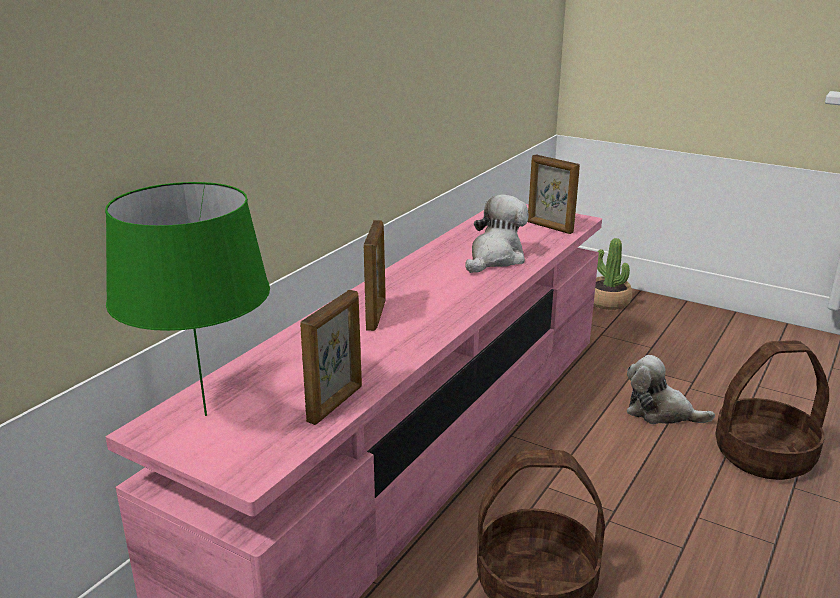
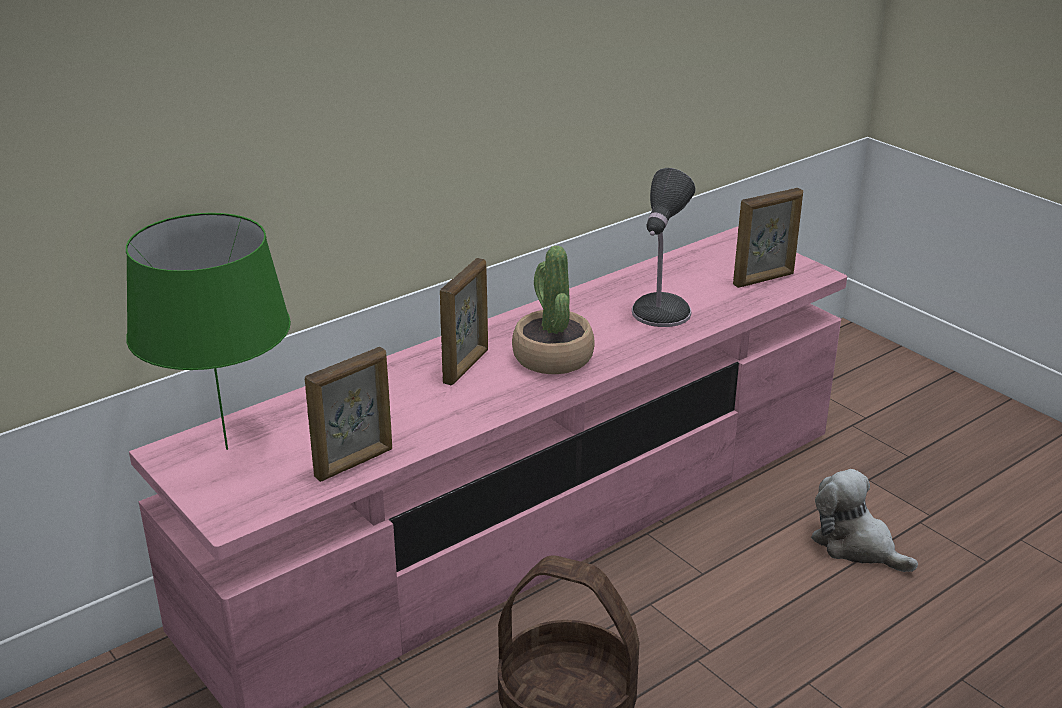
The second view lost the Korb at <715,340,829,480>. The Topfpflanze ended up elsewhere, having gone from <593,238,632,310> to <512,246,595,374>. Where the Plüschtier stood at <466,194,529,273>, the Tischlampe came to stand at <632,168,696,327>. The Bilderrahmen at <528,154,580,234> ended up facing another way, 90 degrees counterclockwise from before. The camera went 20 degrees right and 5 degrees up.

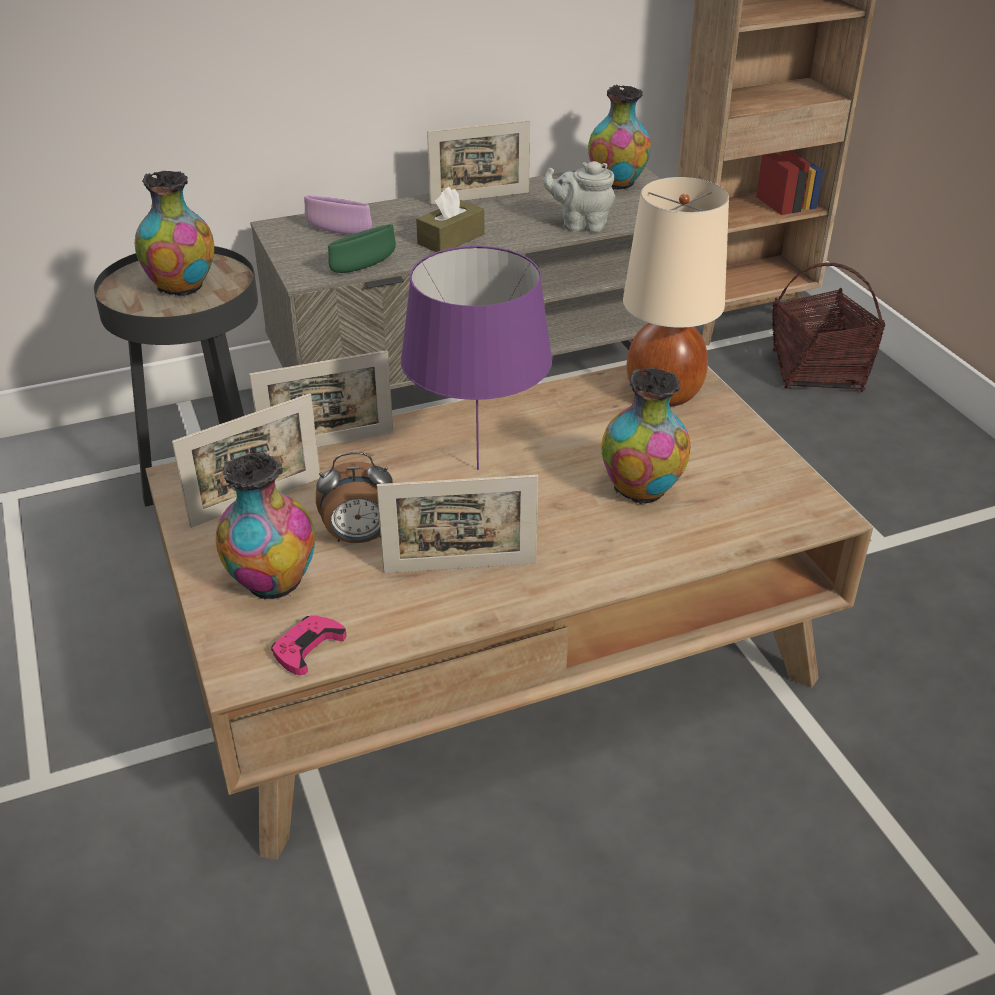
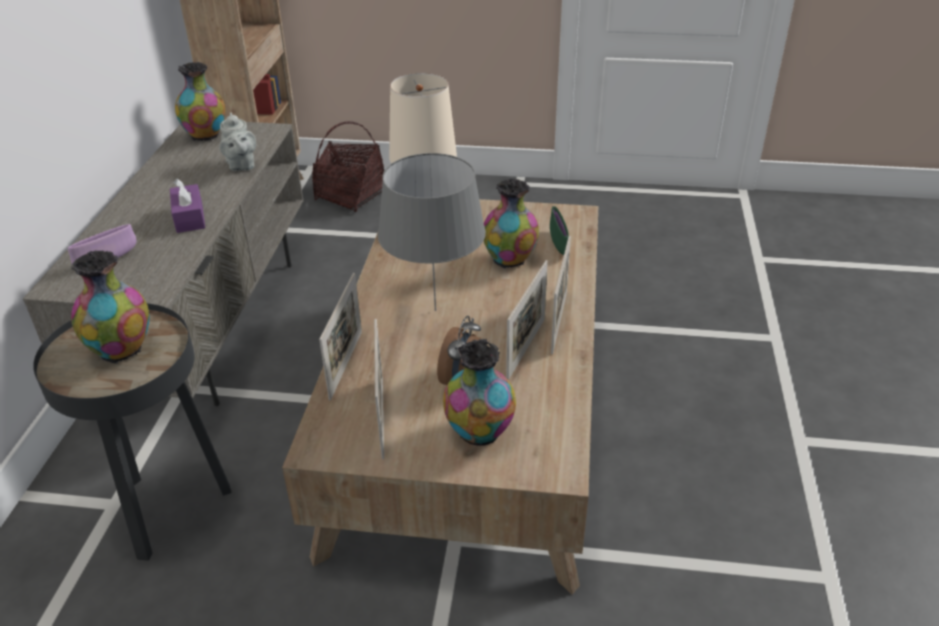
The second view lost the Gamepad (rosa) at <271,615,346,675>. The Schüssel (grün) ended up elsewhere, having gone from <328,224,396,273> to <550,206,569,255>. The Bilderrahmen ended up elsewhere, having gone from <427,120,530,205> to <551,236,571,354>. What was the Tischlampe (lila) at <401,246,553,470> turned into the Tischlampe (grau) at <378,153,486,311>. What was the Taschentuchbox (braun) at <416,187,484,252> turned into the Taschentuchbox (lila) at <170,179,205,233>. The Teekanne (grau) at <543,161,615,233> ended up facing another way, 60 degrees counterclockwise from before. The camera went 60 degrees left and 0 degrees up.

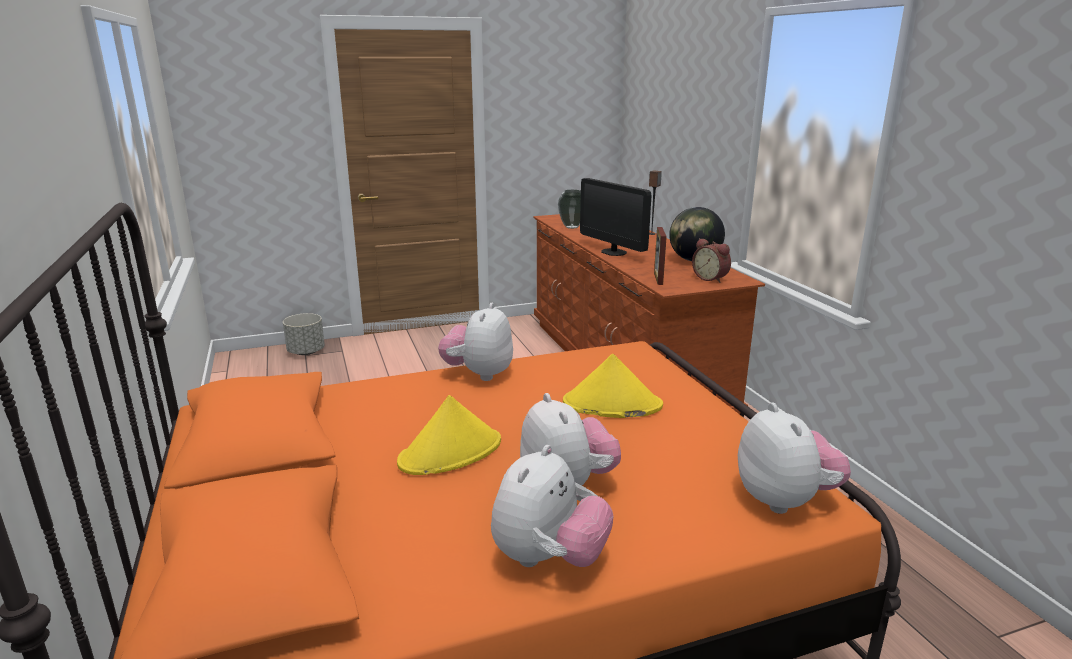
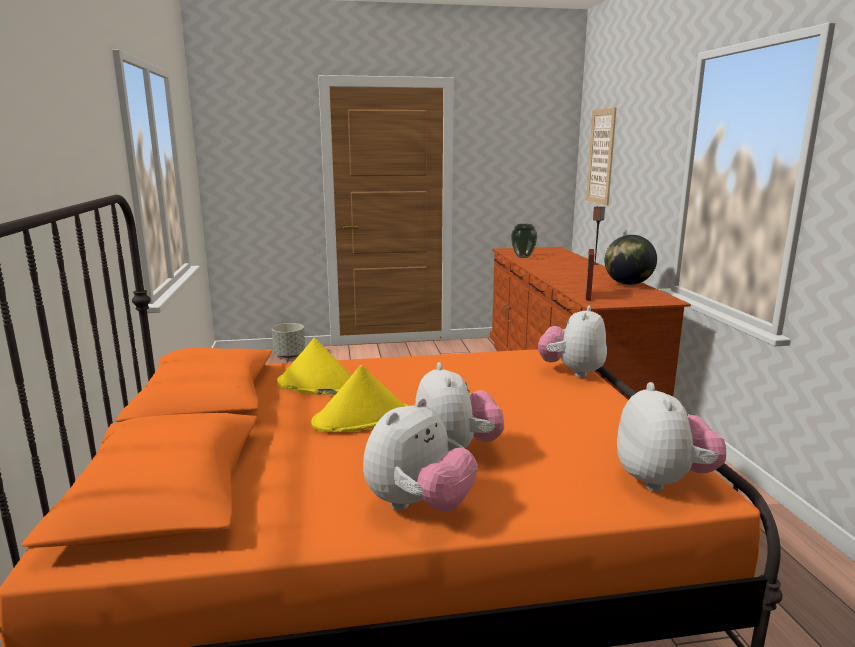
The second view lost the Monitor at <580,178,652,256>. The second view lost the Wecker at <692,238,731,283>. The second view gained the Bild at <586,107,617,205>. The Plüschtier ended up elsewhere, having gone from <438,303,513,381> to <538,306,607,378>. The Hut (gelb) ended up elsewhere, having gone from <563,354,663,418> to <277,338,352,395>. The camera went 10 degrees right and 5 degrees down.

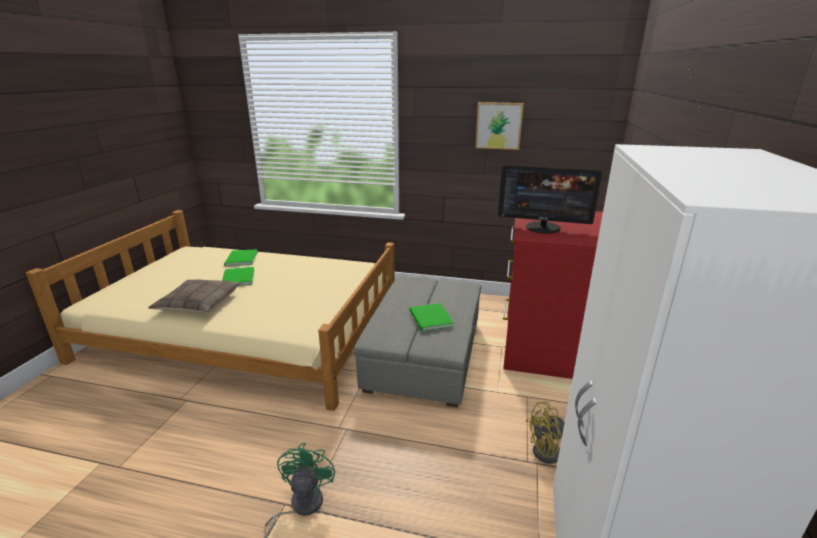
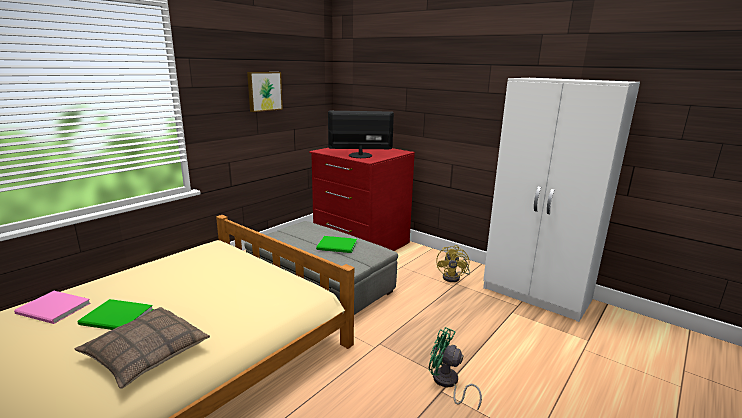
What was the Buch (grün) at <224,249,258,266> turned into the Buch (rosa) at <14,291,91,324>. The Monitor at <498,165,602,234> ended up facing another way, 135 degrees counterclockwise from before. The camera went 65 degrees left and 5 degrees down.

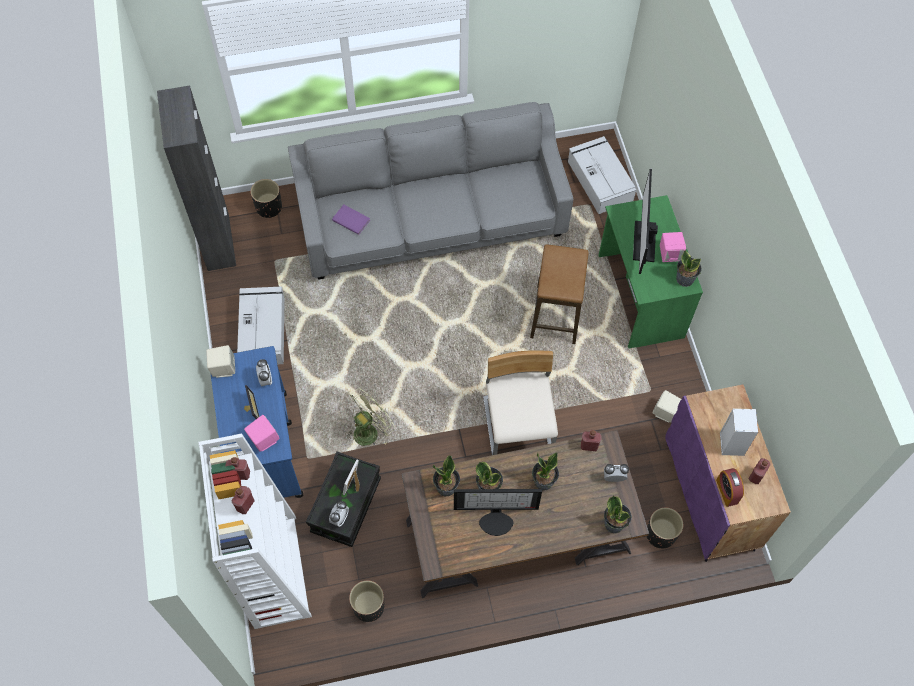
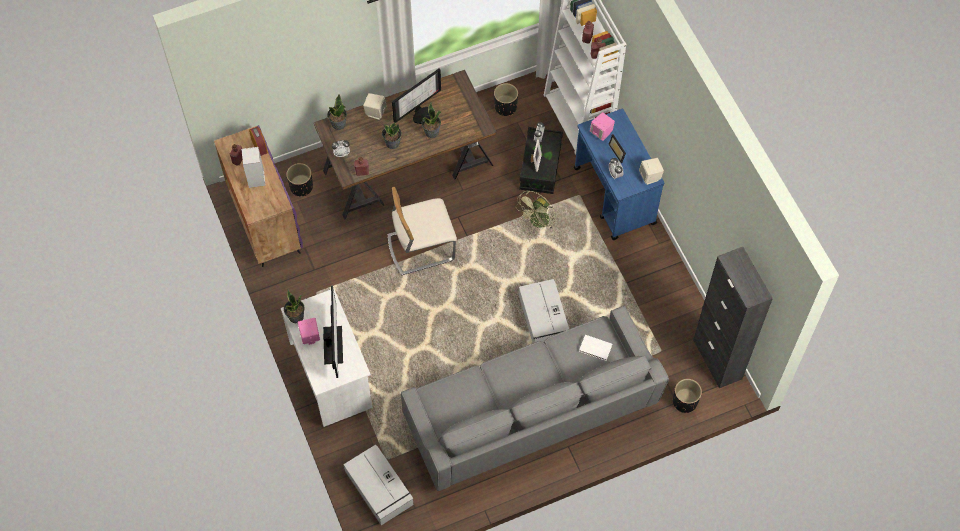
The second view lost the Topfpflanze at <433,455,460,496>. The second view lost the Hocker at <530,244,589,344>. The Aufbewahrungsbox (grau) ended up elsewhere, having gone from <237,287,285,364> to <518,279,569,343>. The Lautsprecher (beige) ended up elsewhere, having gone from <653,390,681,422> to <363,93,387,120>. What was the Buch (lila) at <332,204,370,235> turned into the Buch (weiß) at <579,335,612,361>. What was the Schreibtisch (grün) at <598,195,703,348> turned into the Schreibtisch (weiß) at <281,289,373,427>. The Monitor at <454,489,542,536> ended up facing another way, 150 degrees clockwise from before. The Stuhl (beige) at <483,350,558,455> ended up facing another way, 90 degrees clockwise from before. The camera went 170 degrees right and 0 degrees up.

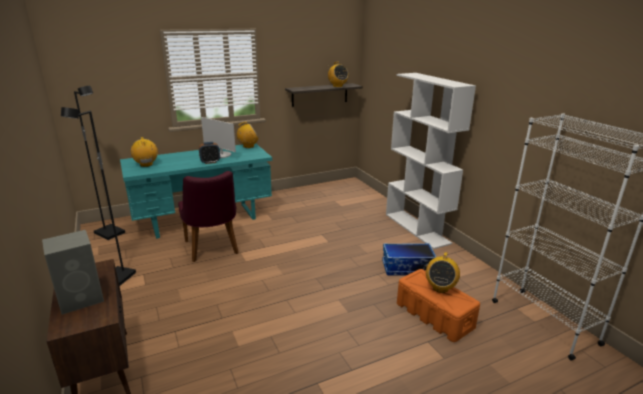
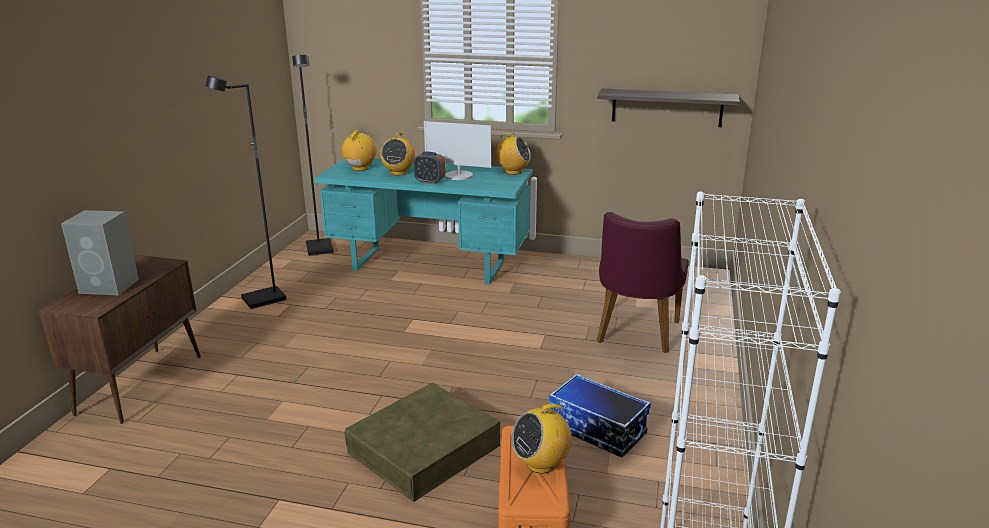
The second view lost the Bücherregal (weiß) at <386,73,476,249>. The second view gained the Aufbewahrungsbox (braun) at <344,383,500,502>. The Stuhl (lila) ended up elsewhere, having gone from <178,171,239,262> to <597,212,689,353>. The Radio ended up elsewhere, having gone from <328,62,349,87> to <380,133,415,176>. The Monitor at <201,117,236,158> ended up facing another way, 60 degrees counterclockwise from before. The camera went 40 degrees right and 0 degrees up.

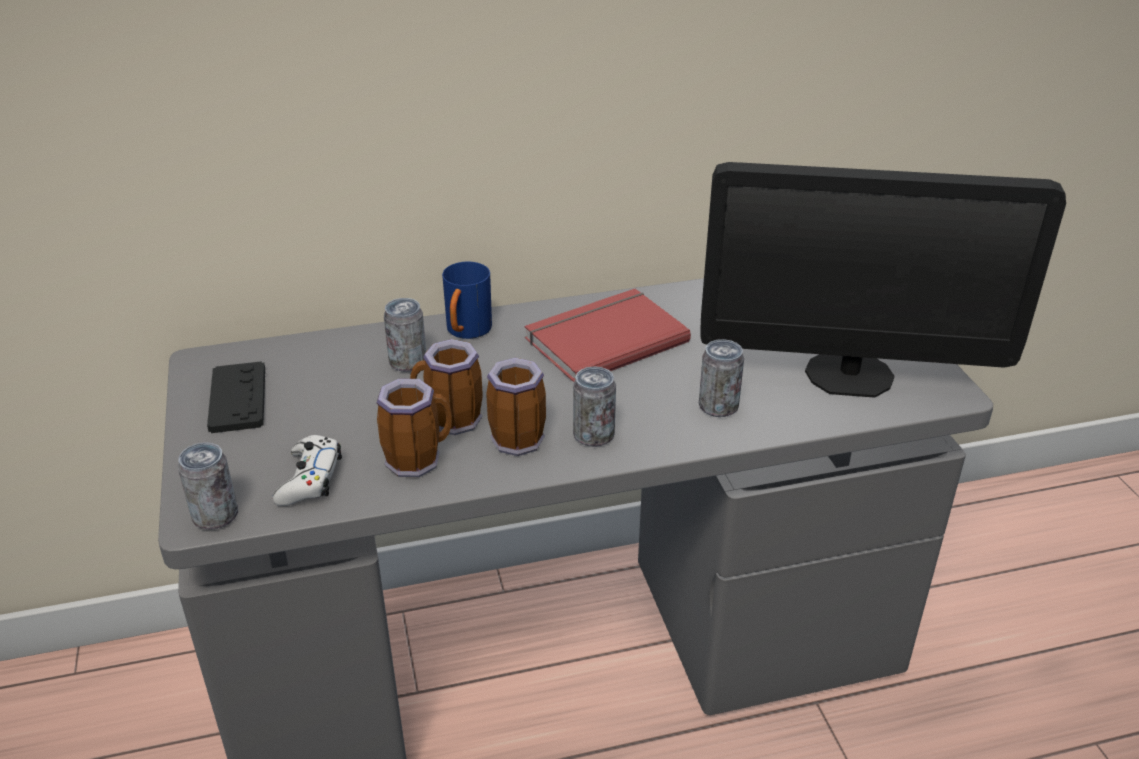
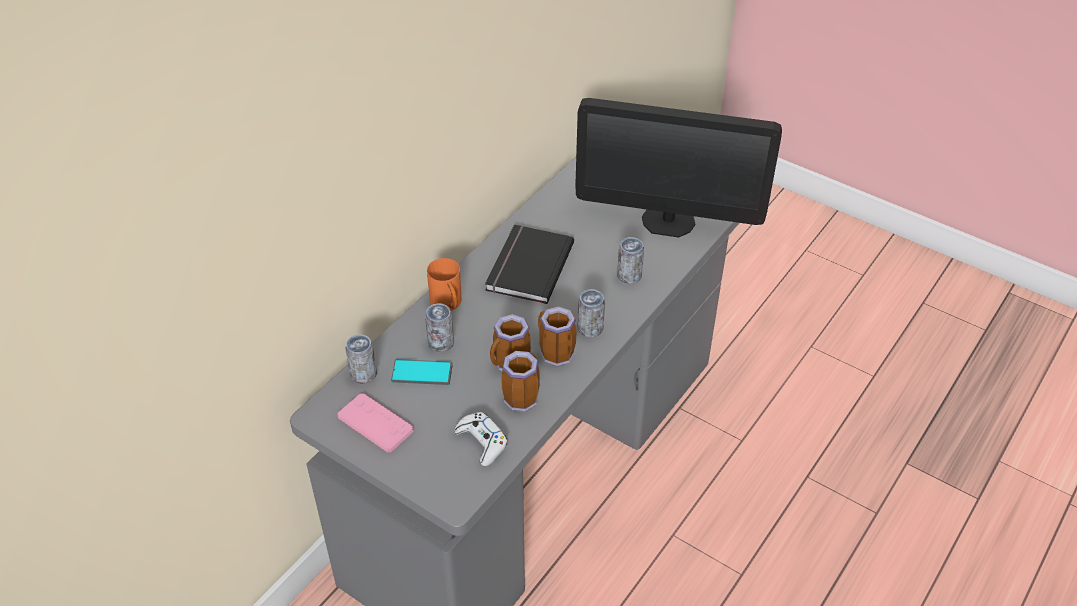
The second view gained the Handy at <391,359,453,385>. The Dose ended up elsewhere, having gone from <178,442,238,530> to <345,334,377,384>. What was the Gamepad (schwarz) at <207,361,265,433> turned into the Gamepad (rosa) at <338,393,413,452>. What was the Henkelbecher (blau) at <442,261,492,339> turned into the Henkelbecher (orange) at <427,258,461,311>. What was the Buch (rot) at <524,289,691,382> turned into the Buch (schwarz) at <485,225,574,304>. The Monitor at <700,162,1066,398> ended up facing another way, 45 degrees clockwise from before. The camera went 40 degrees left and 10 degrees up.

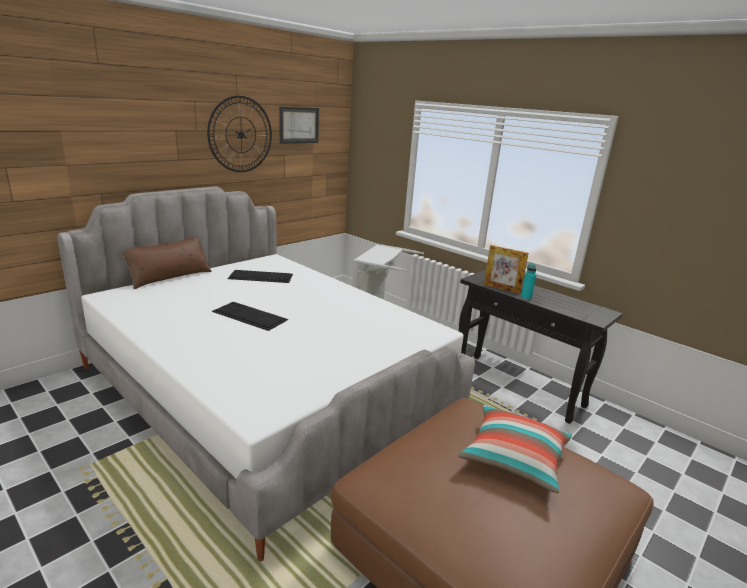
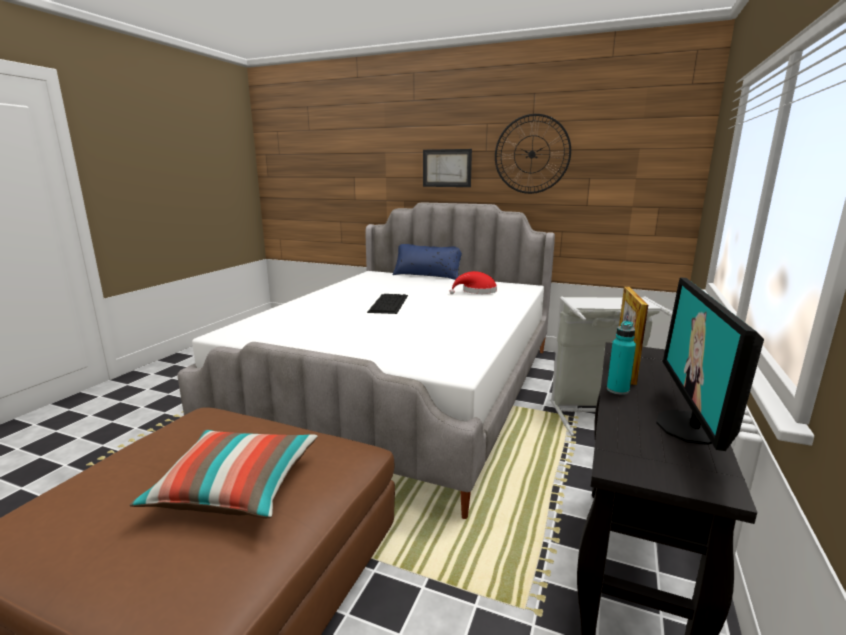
The second view gained the Monitor at <656,277,764,451>. The Bild ended up elsewhere, having gone from <279,106,319,144> to <423,149,472,187>. Where the Tastatur stood at <228,270,293,283>, the Hut (rot) came to stand at <449,271,497,294>. What was the Kissen (braun) at <123,237,212,289> turned into the Kissen (blau) at <393,244,462,280>. The camera went 70 degrees right and 5 degrees down.

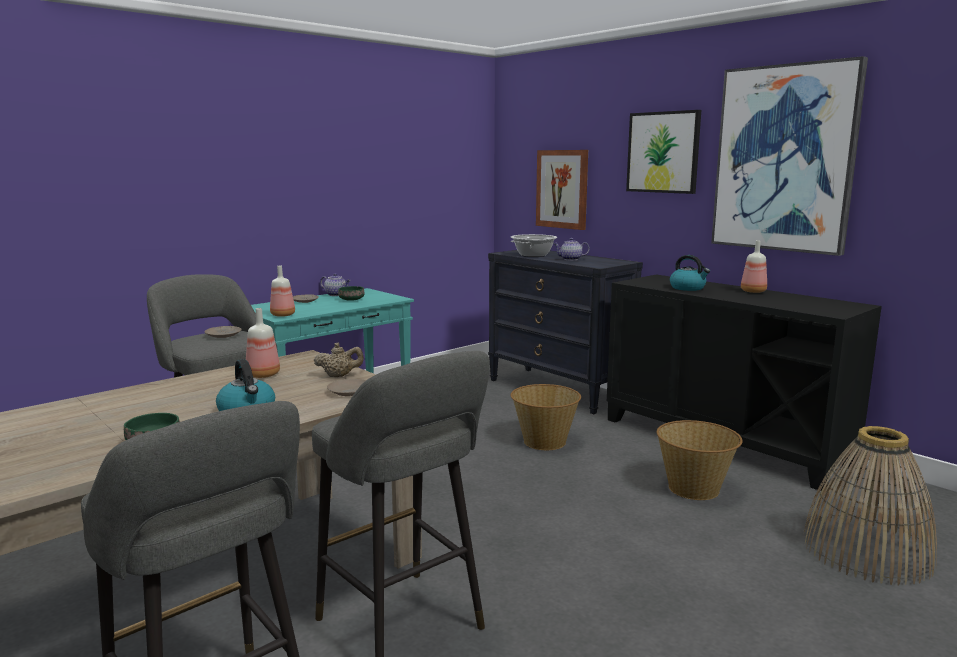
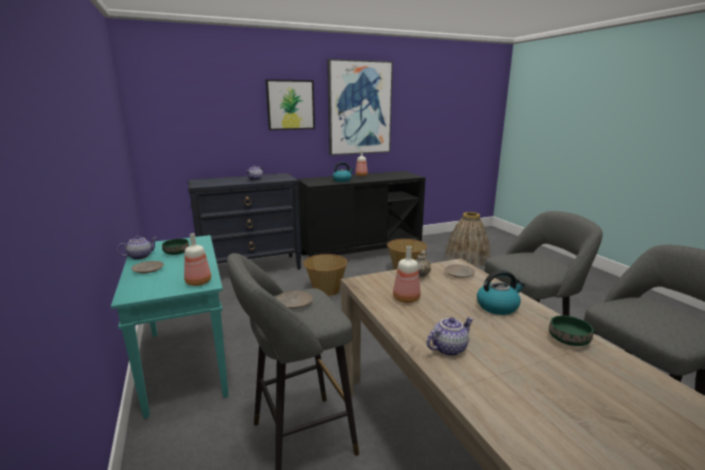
The second view lost the Kochtopf at <511,234,557,257>. The second view lost the Bild at <536,150,588,230>. The second view gained the Teekanne at <427,317,473,356>. The camera went 70 degrees left and 5 degrees up.

